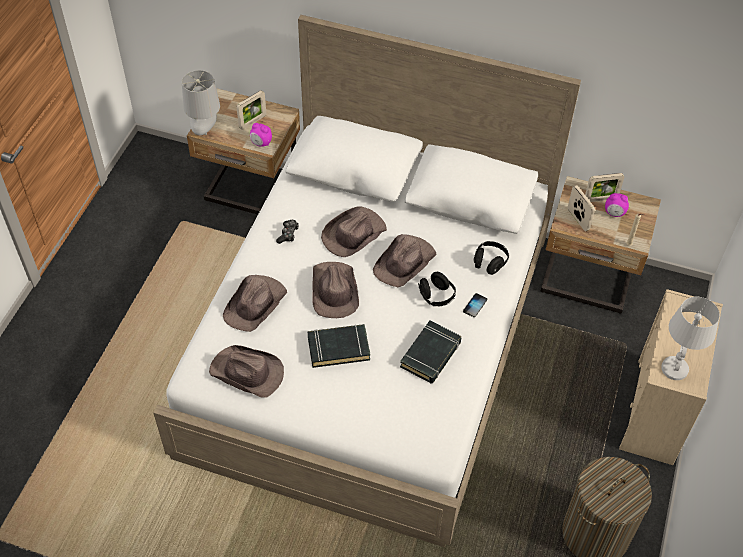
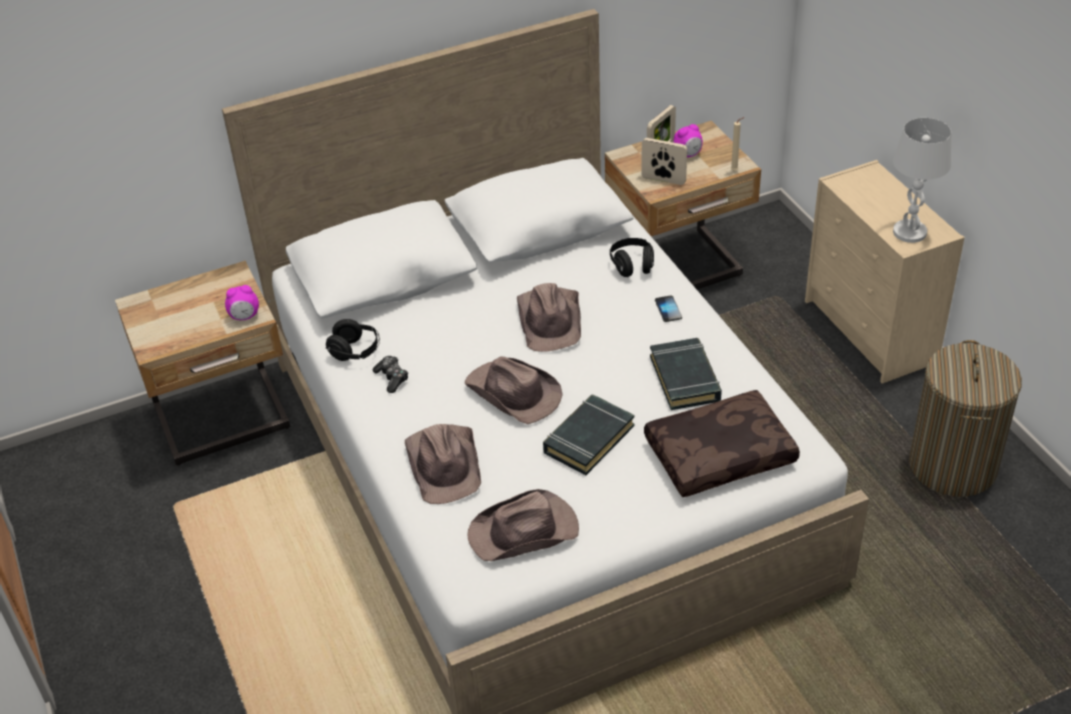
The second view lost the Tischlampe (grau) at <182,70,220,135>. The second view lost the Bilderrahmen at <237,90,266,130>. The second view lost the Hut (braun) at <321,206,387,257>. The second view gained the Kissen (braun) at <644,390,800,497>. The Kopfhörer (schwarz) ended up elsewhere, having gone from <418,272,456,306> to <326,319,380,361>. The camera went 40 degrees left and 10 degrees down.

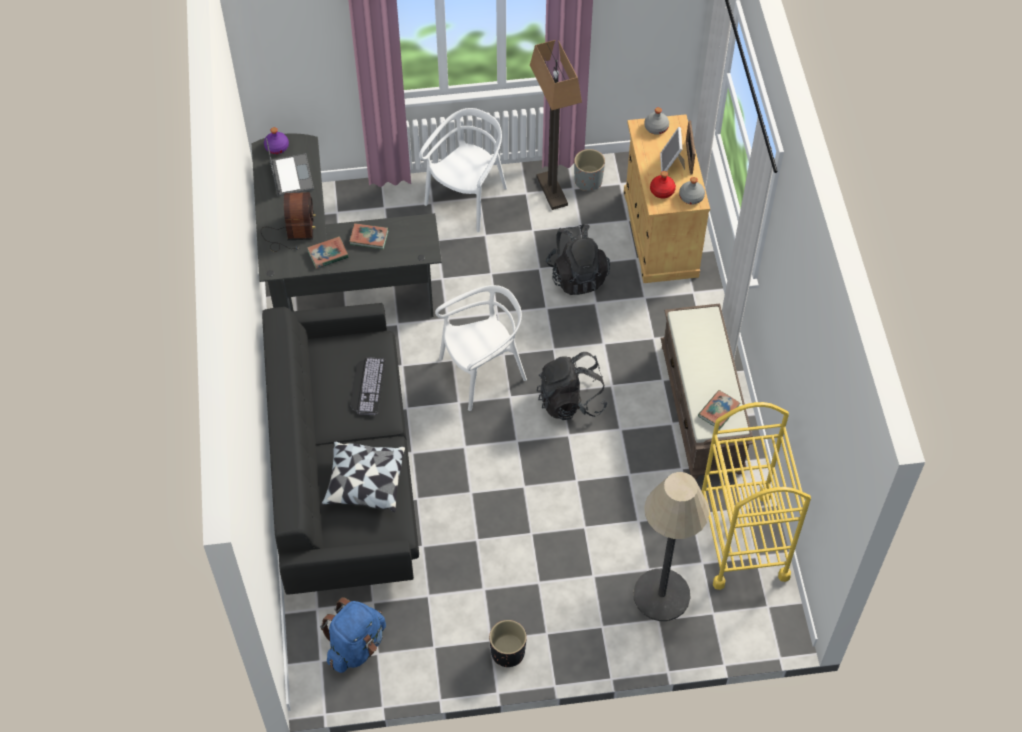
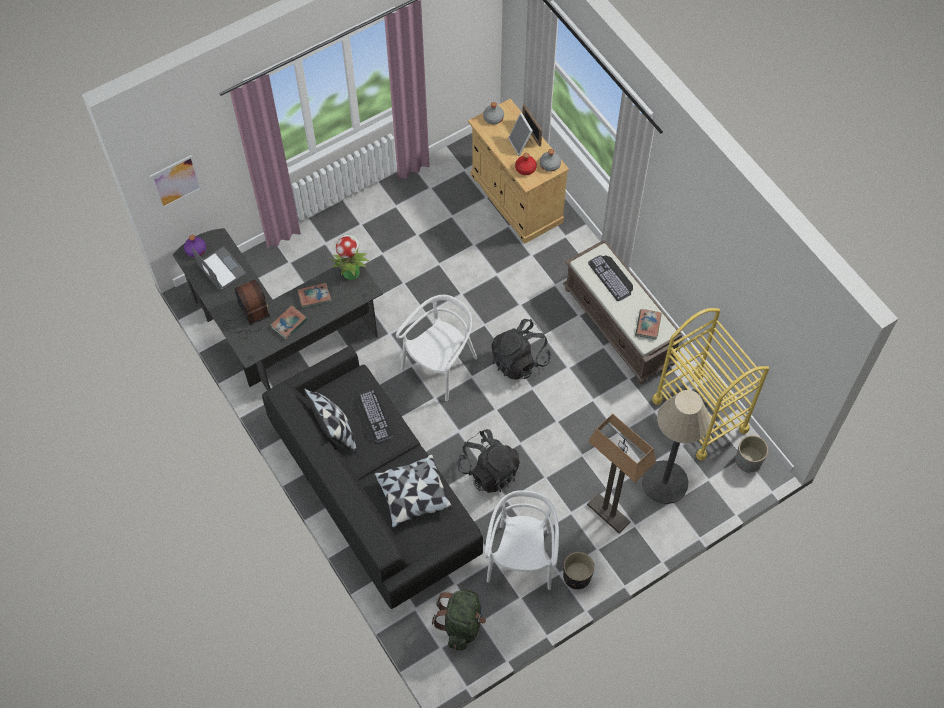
The second view gained the Bild at <150,155,203,209>. The second view gained the Kissen at <304,388,356,453>. The second view gained the Topfpflanze at <331,235,369,280>. The second view gained the Tastatur at <588,255,633,301>. The Stuhl (weiß) ended up elsewhere, having gone from <419,108,507,232> to <485,490,559,590>. The Stehlampe ended up elsewhere, having gone from <530,40,582,210> to <587,413,656,533>. The Rucksack (schwarz) ended up elsewhere, having gone from <546,224,610,295> to <458,429,520,493>. The Pflanzkübel (grau) ended up elsewhere, having gone from <574,149,605,191> to <735,435,768,473>. What was the Rucksack (blau) at <320,597,386,673> turned into the Rucksack (grün) at <432,589,486,651>. The camera went 25 degrees left and 5 degrees up.

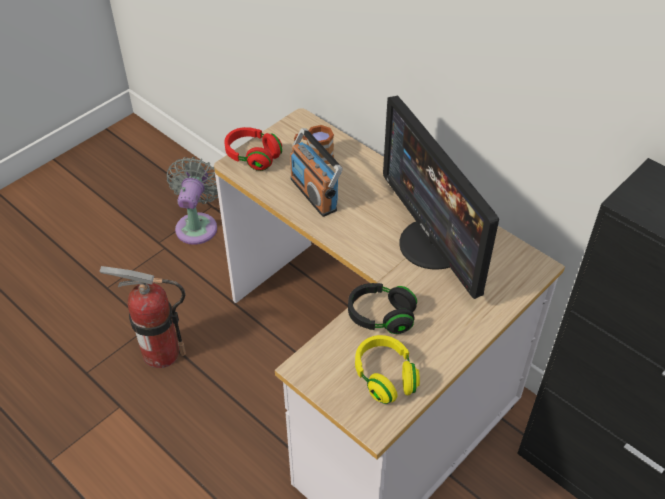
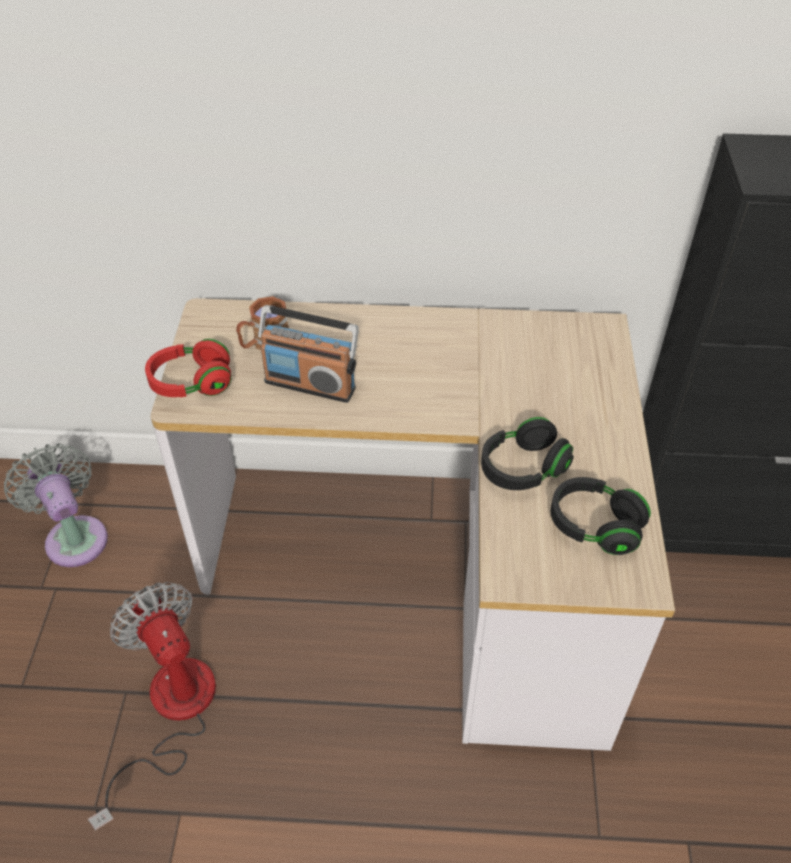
The second view lost the Monitor at <383,96,499,299>. Where the Feuerlöscher stood at <99,266,186,368>, the Ventilator came to stand at <88,582,216,830>. What was the Kopfhörer (gelb) at <355,335,420,404> turned into the Kopfhörer (schwarz) at <551,477,651,555>. The camera went 40 degrees left and 0 degrees up.

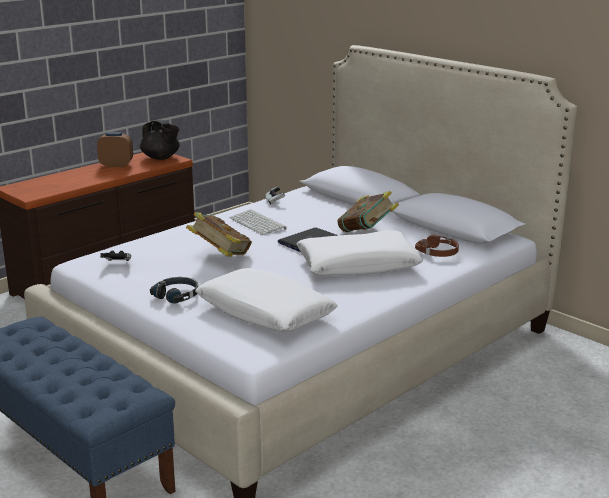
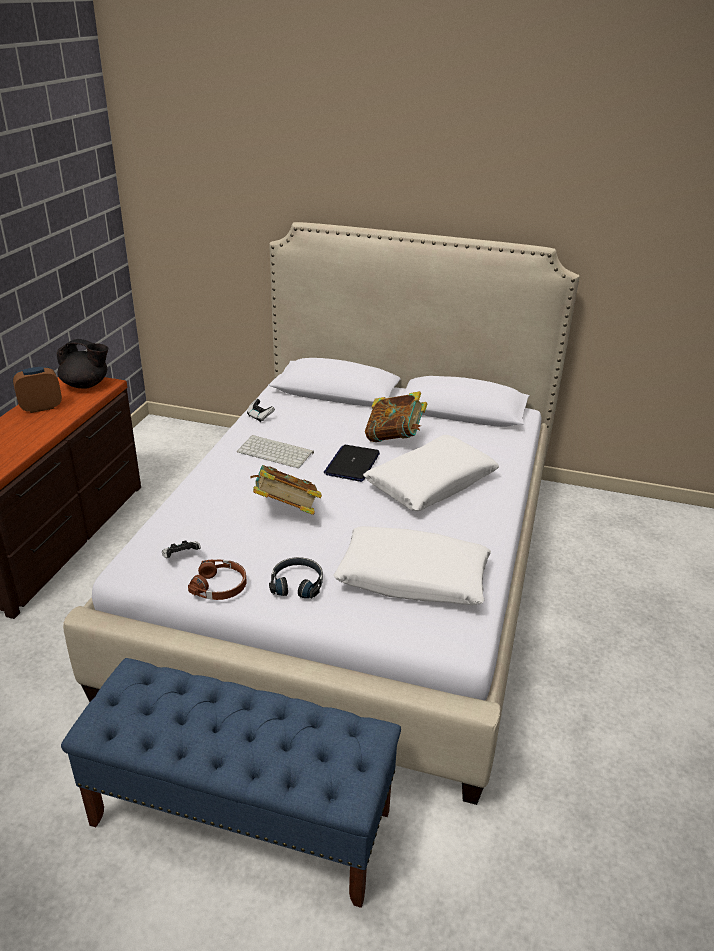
The Kopfhörer (braun) ended up elsewhere, having gone from <415,235,459,257> to <188,559,246,600>. The camera went 30 degrees left and 10 degrees up.

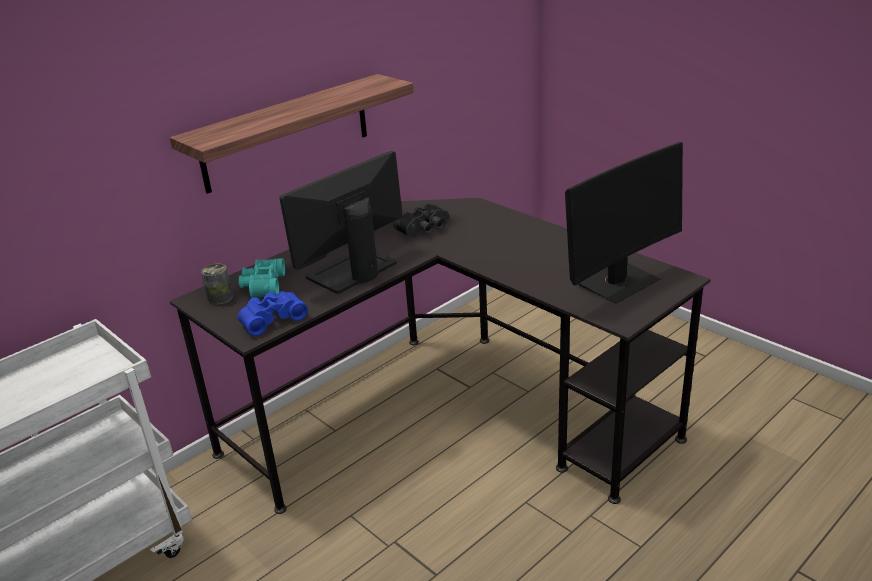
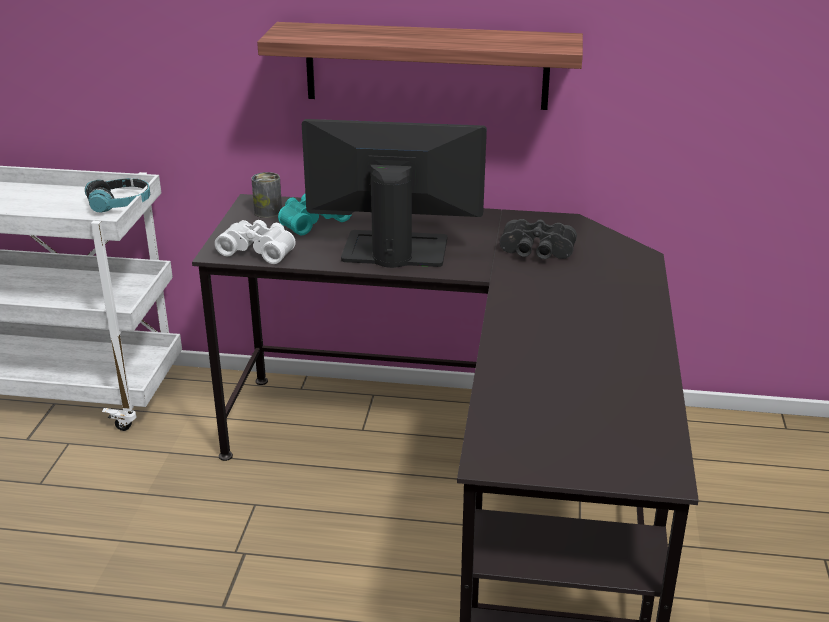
The second view lost the Monitor at <565,142,683,303>. The second view gained the Kopfhörer at <85,178,150,213>. What was the Fernglas (blau) at <238,291,308,336> turned into the Fernglas (weiß) at <215,220,296,264>. The camera went 50 degrees right and 0 degrees up.

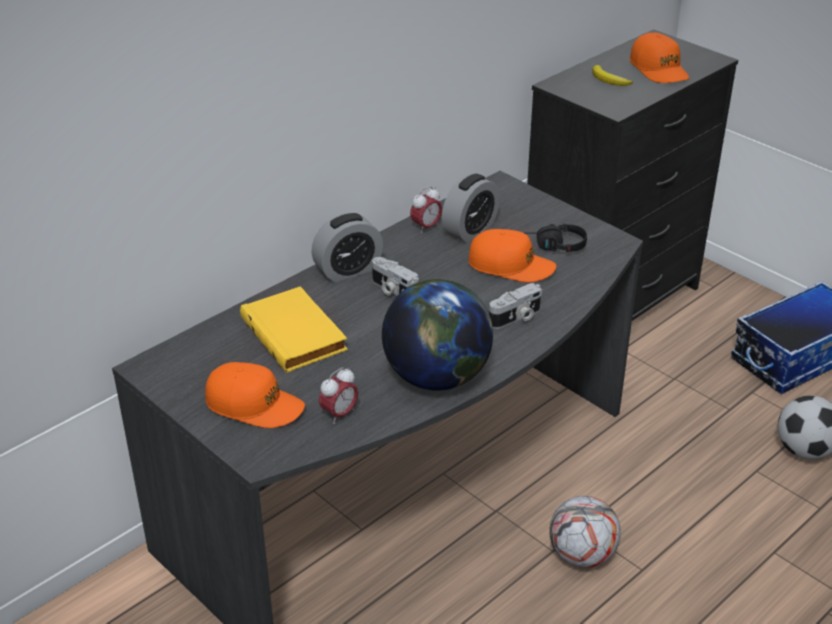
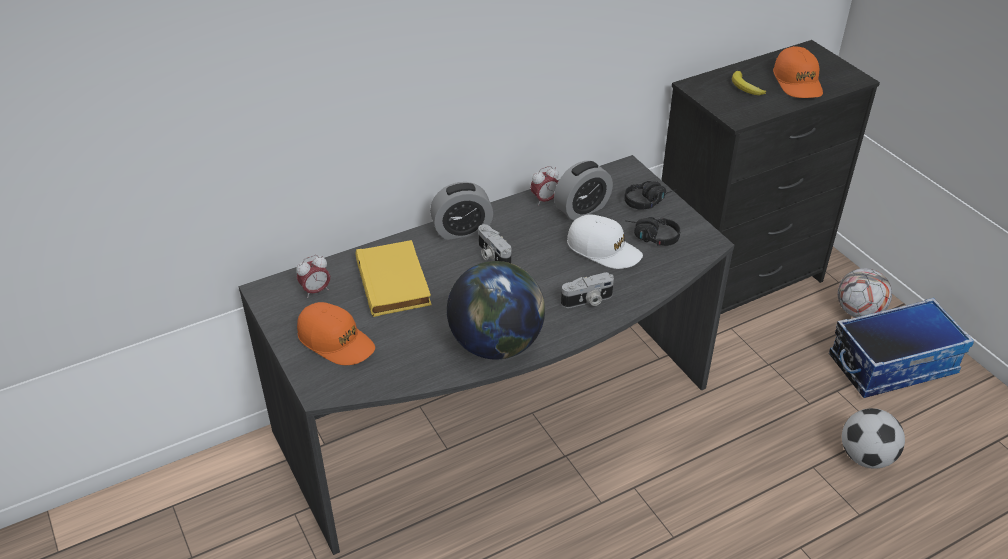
The second view gained the Kopfhörer (schwarz) at <624,181,677,210>. The Wecker ended up elsewhere, having gone from <319,367,358,424> to <296,255,330,298>. The Fußball ended up elsewhere, having gone from <549,496,621,568> to <837,268,892,318>. What was the Kappe (orange) at <468,229,556,283> turned into the Kappe (weiß) at <567,214,643,269>. The camera went 15 degrees right and 5 degrees up.

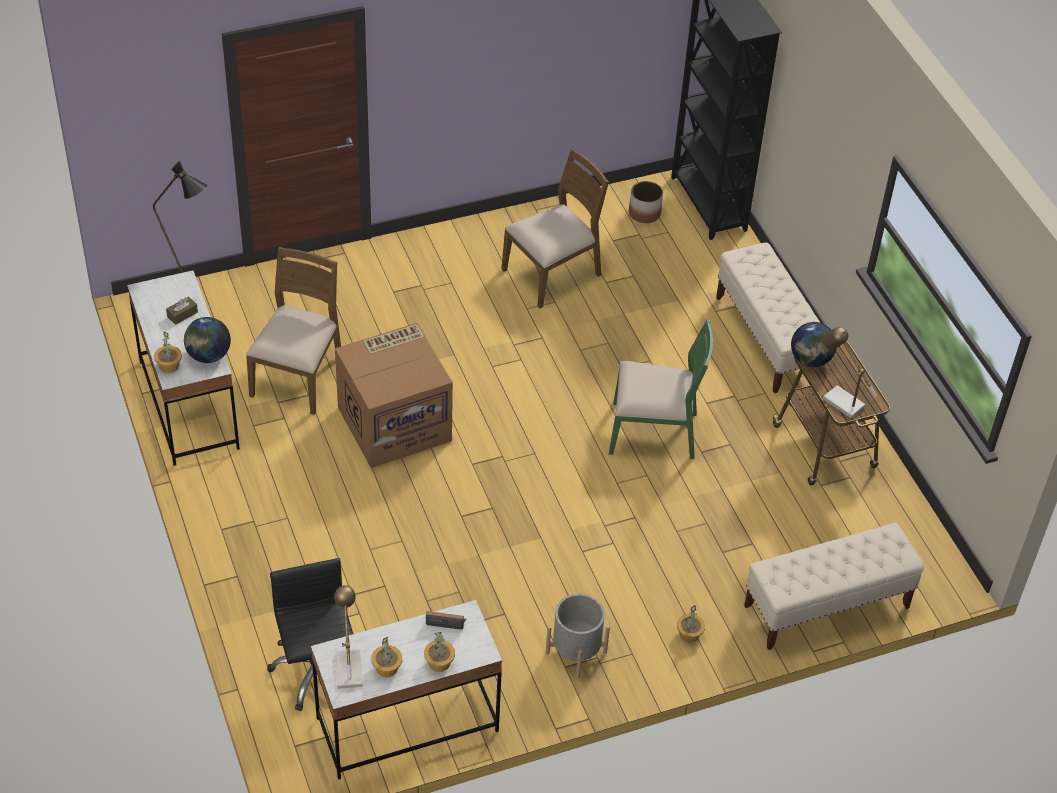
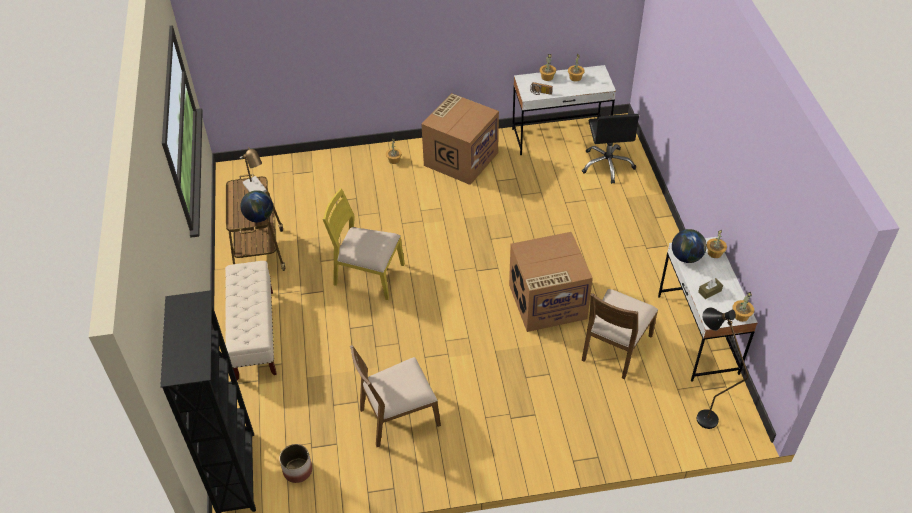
The second view lost the Tischlampe at <334,585,363,689>. The second view lost the Bank (beige) at <744,523,924,650>. The second view gained the Topfpflanze at <732,292,754,322>. Where the Pflanzkübel (grau) stood at <546,594,610,678>, the Karton came to stand at <421,93,499,185>. What was the Stuhl (grün) at <609,319,713,459> turned into the Stuhl (gelb) at <323,188,405,300>. The camera went 165 degrees left and 0 degrees up.

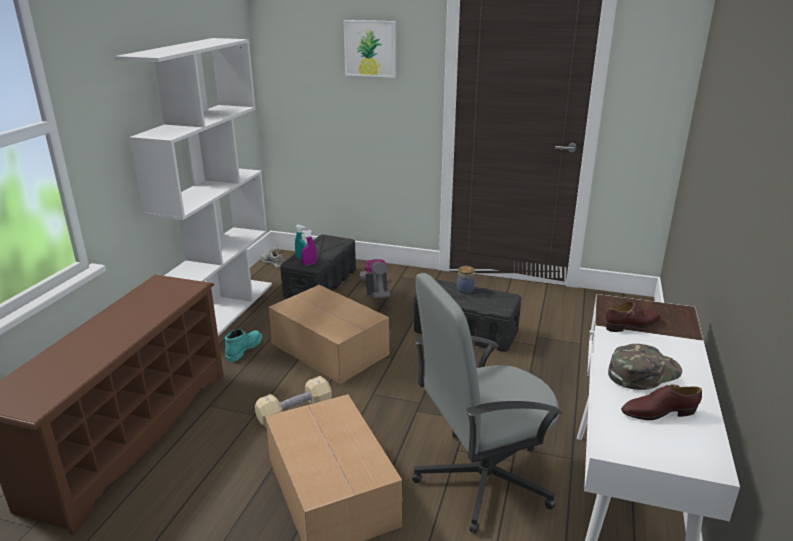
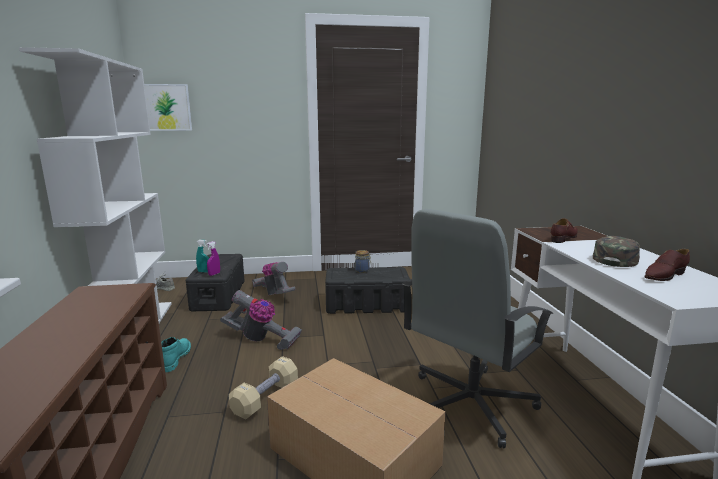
The Bild ended up elsewhere, having gone from <343,20,396,78> to <144,84,192,131>. Where the Karton stood at <268,285,389,384>, the Staubsauger came to stand at <220,290,302,350>. The camera went 25 degrees left and 10 degrees down.

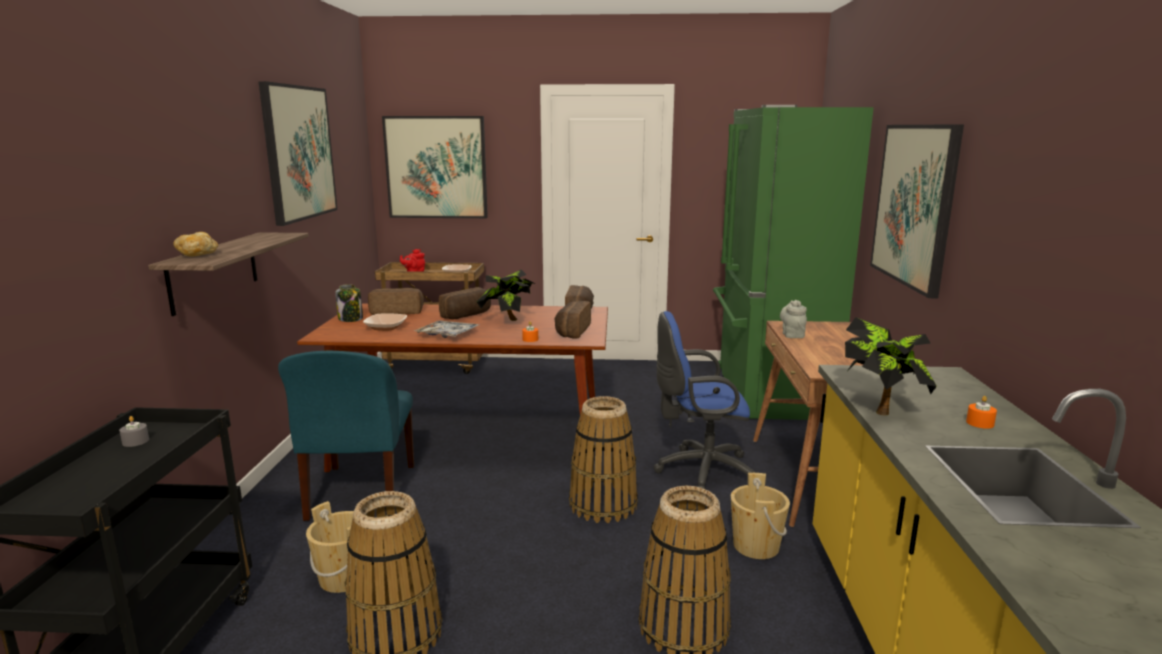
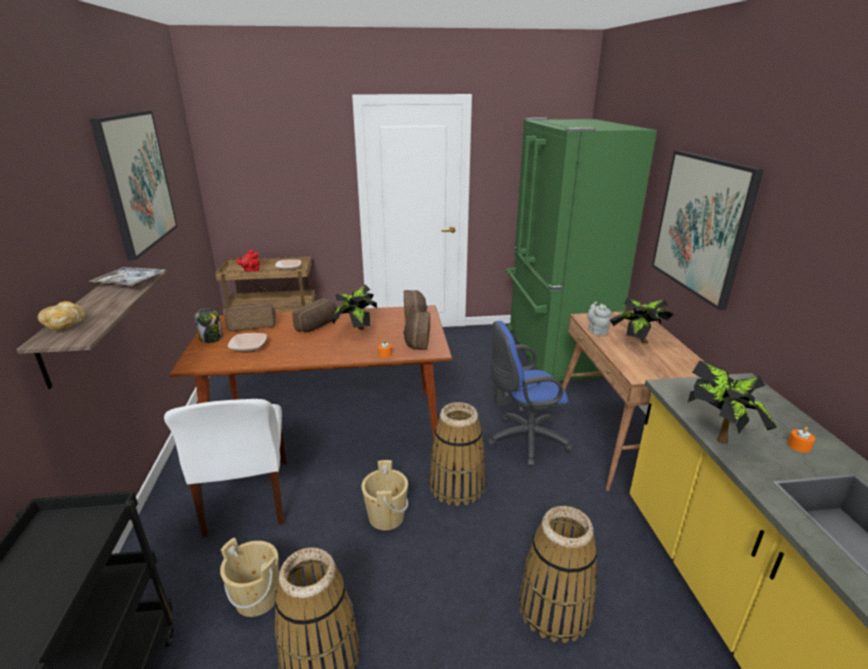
The second view lost the Kerze (grau) at <119,416,149,447>. The second view lost the Bild at <382,116,488,218>. The second view gained the Topfpflanze at <610,298,676,344>. The Tablett ended up elsewhere, having gone from <414,321,479,338> to <88,267,165,287>. The Eimer (beige) ended up elsewhere, having gone from <731,473,790,559> to <361,460,408,530>. What was the Stuhl (blau) at <278,351,414,521> turned into the Stuhl (weiß) at <164,399,287,537>. The camera went 10 degrees left and 10 degrees up.

